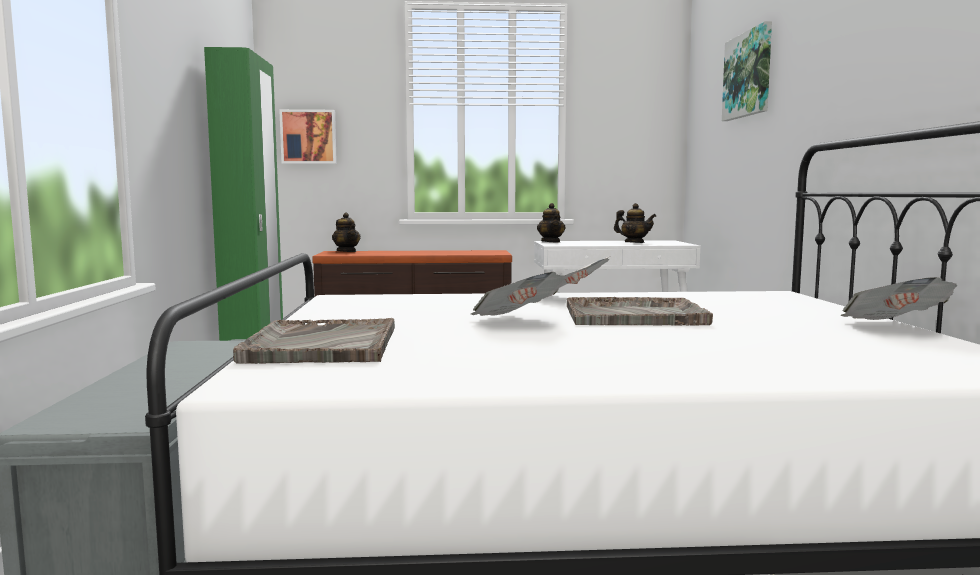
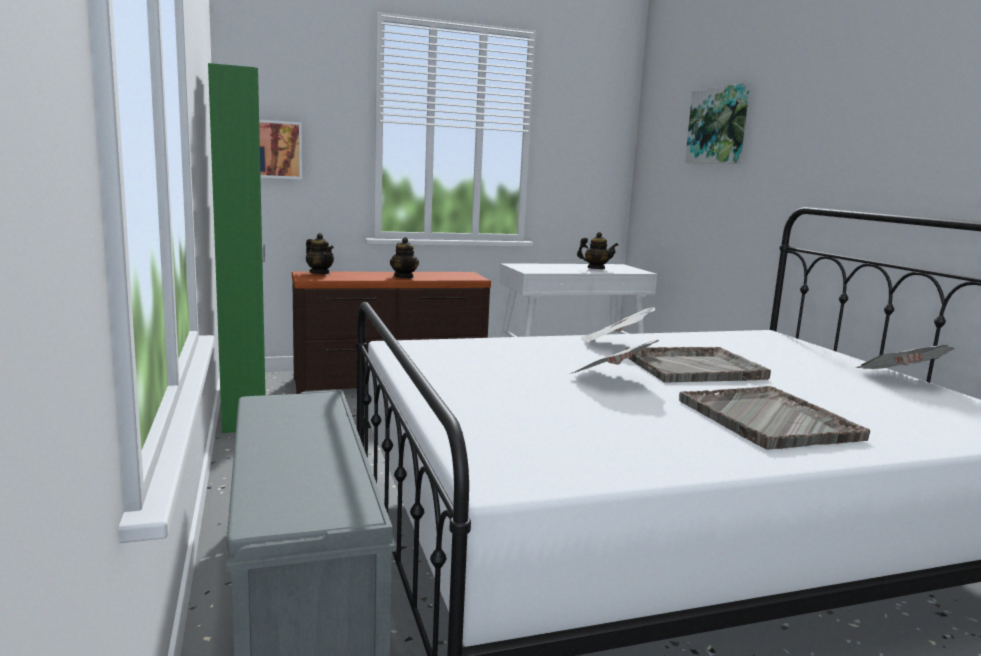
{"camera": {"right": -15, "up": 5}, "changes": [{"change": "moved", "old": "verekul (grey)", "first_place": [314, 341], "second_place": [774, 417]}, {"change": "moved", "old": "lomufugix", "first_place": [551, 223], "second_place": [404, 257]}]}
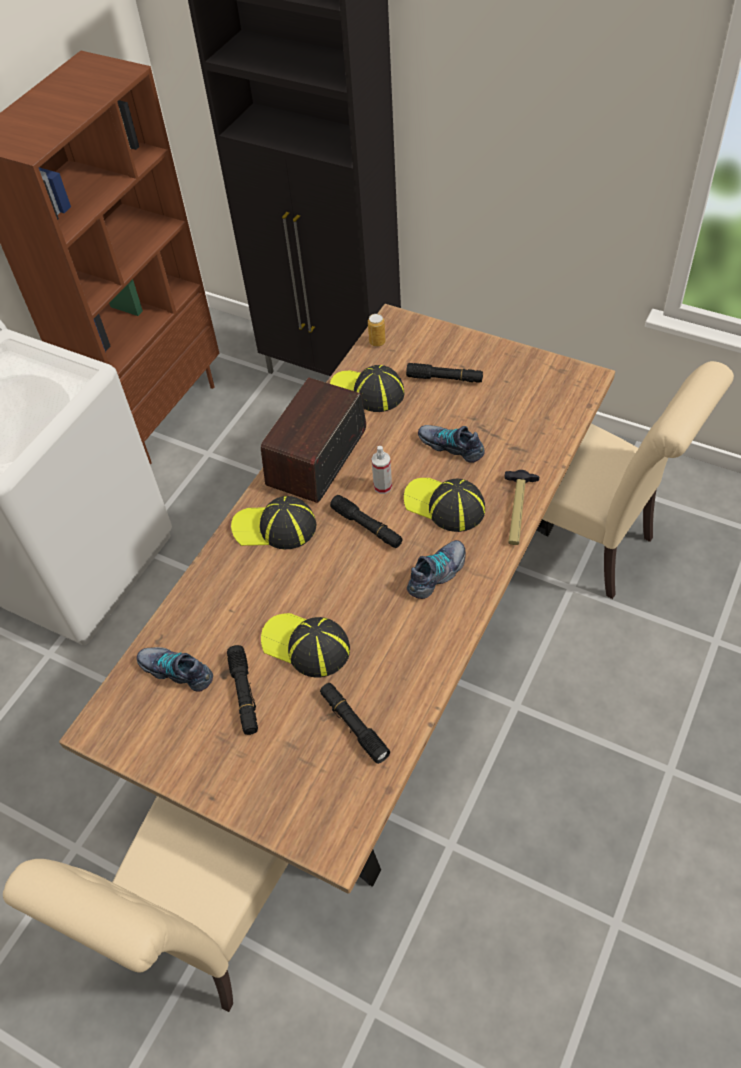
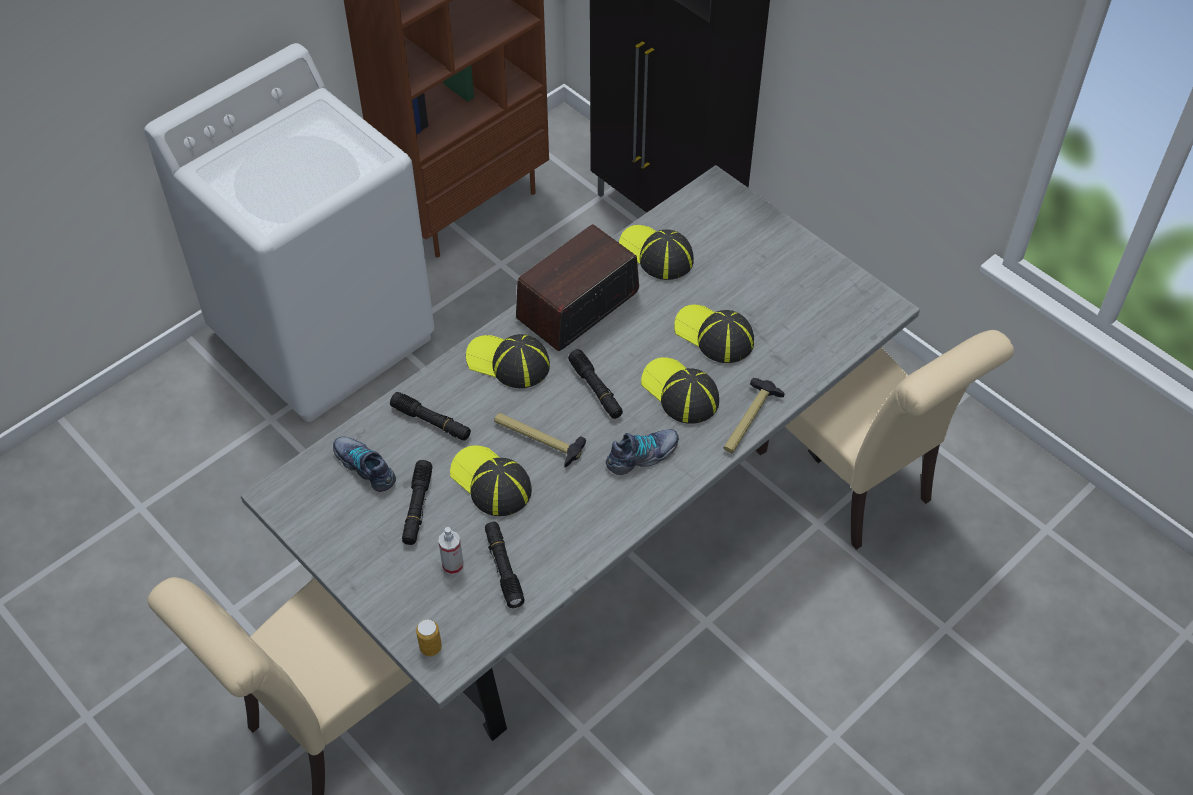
{"camera": {"right": 15, "up": 0}, "changes": [{"change": "added", "new": "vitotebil", "second_place": [540, 440]}, {"change": "moved", "old": "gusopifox", "first_place": [377, 330], "second_place": [429, 637]}, {"change": "moved", "old": "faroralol", "first_place": [381, 470], "second_place": [451, 551]}, {"change": "moved", "old": "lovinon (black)", "first_place": [444, 373], "second_place": [430, 416]}, {"change": "replaced", "old": "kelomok", "new": "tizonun", "first_place": [451, 444], "second_place": [714, 334]}, {"change": "recoloured", "old": "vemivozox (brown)", "new": "vemivozox (grey)", "first_place": [337, 599], "second_place": [580, 453]}]}
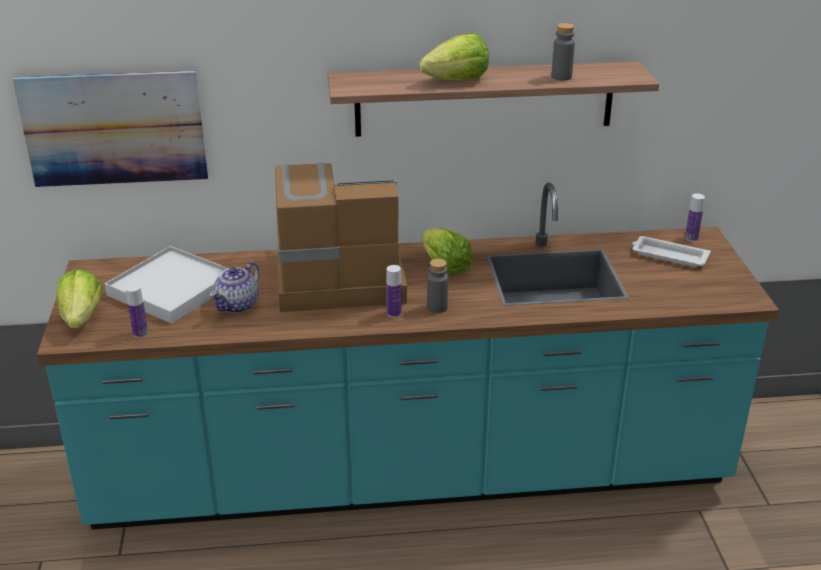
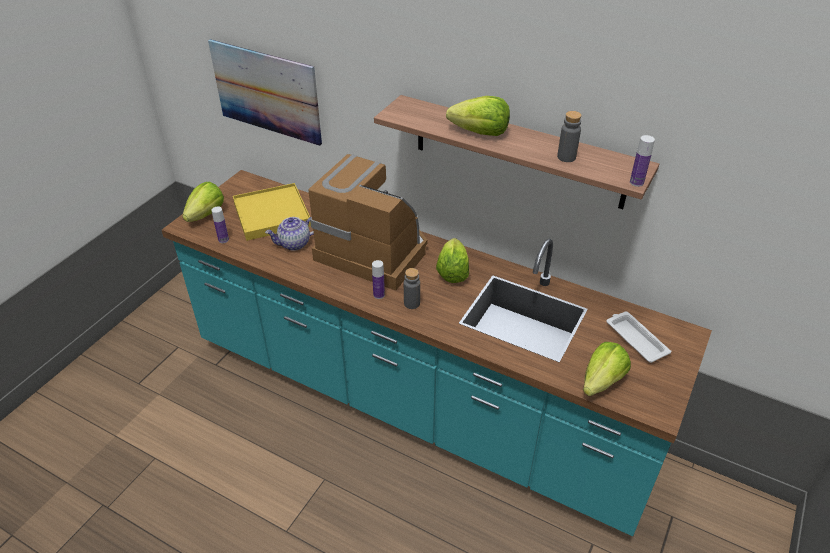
{"camera": {"right": 35, "up": 10}, "changes": [{"change": "added", "new": "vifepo", "second_place": [607, 369]}, {"change": "moved", "old": "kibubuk", "first_place": [695, 217], "second_place": [642, 161]}, {"change": "recoloured", "old": "verekul (white)", "new": "verekul (yellow)", "first_place": [166, 285], "second_place": [272, 212]}]}
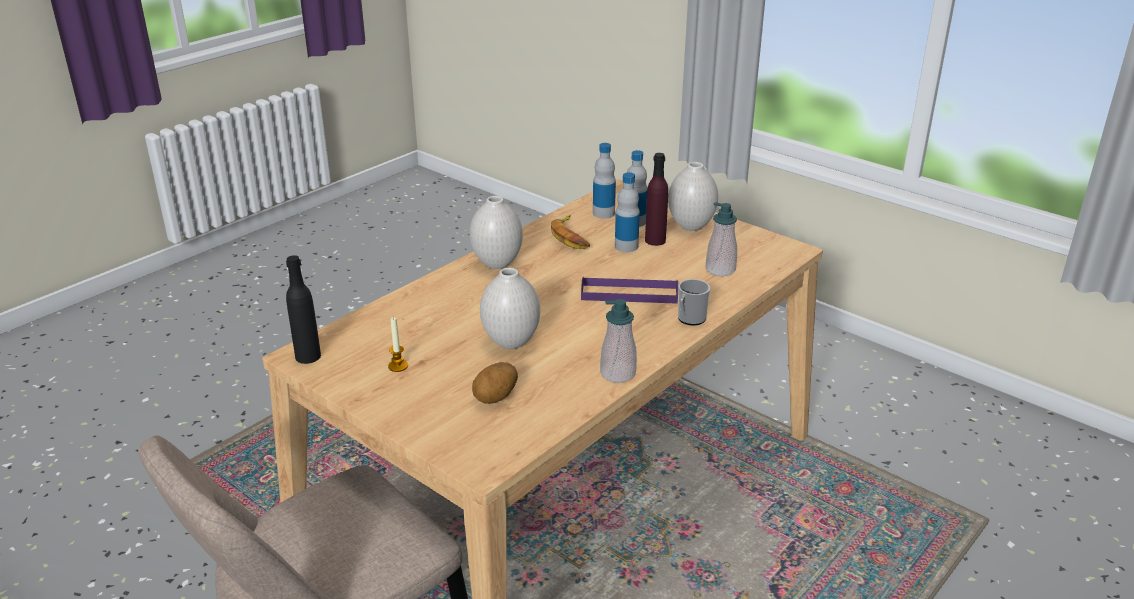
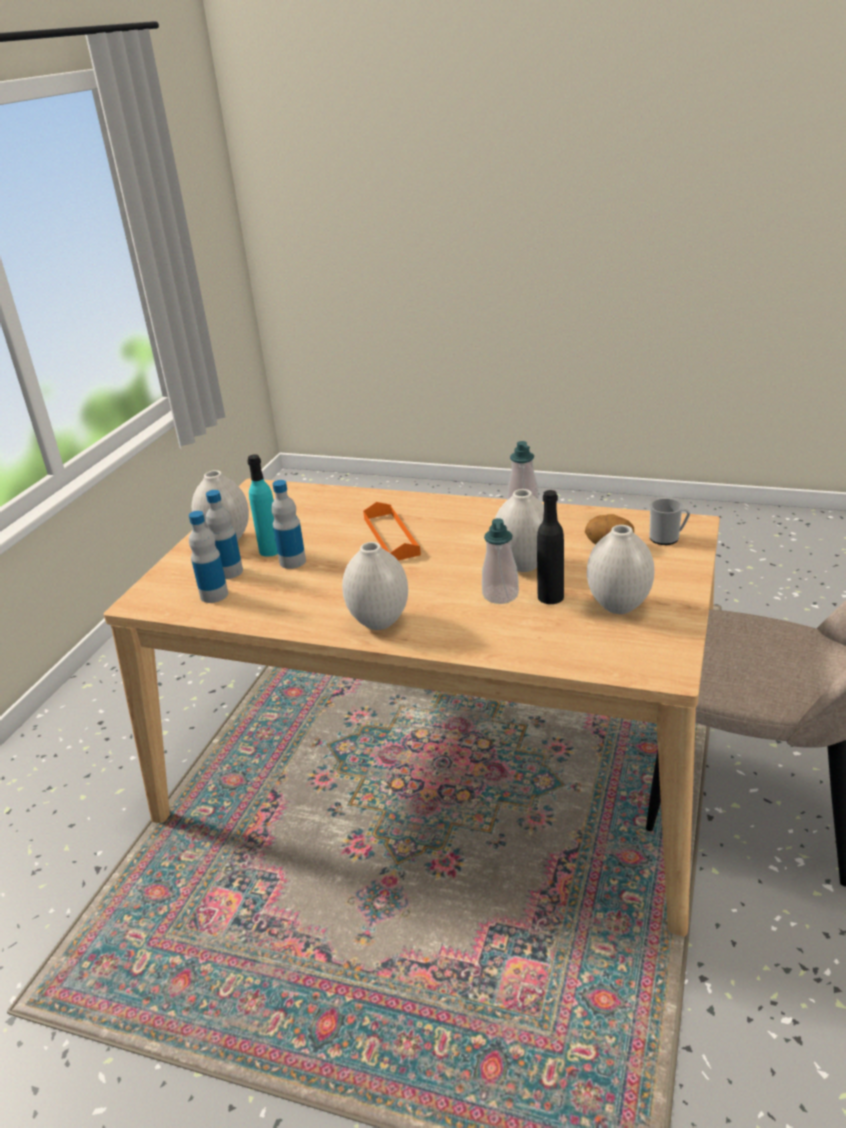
{"camera": {"right": -110, "up": 0}, "changes": [{"change": "removed", "old": "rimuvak", "first_place": [570, 232]}, {"change": "moved", "old": "kibubuk (black)", "first_place": [303, 309], "second_place": [550, 547]}, {"change": "moved", "old": "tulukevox", "first_place": [694, 302], "second_place": [670, 521]}, {"change": "moved", "old": "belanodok", "first_place": [721, 239], "second_place": [500, 561]}, {"change": "replaced", "old": "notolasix", "new": "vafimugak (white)", "first_place": [398, 344], "second_place": [620, 569]}, {"change": "recoloured", "old": "verekul (purple)", "new": "verekul (orange)", "first_place": [629, 290], "second_place": [392, 531]}, {"change": "recoloured", "old": "kibubuk (purple)", "new": "kibubuk (turquoise)", "first_place": [656, 199], "second_place": [262, 505]}]}
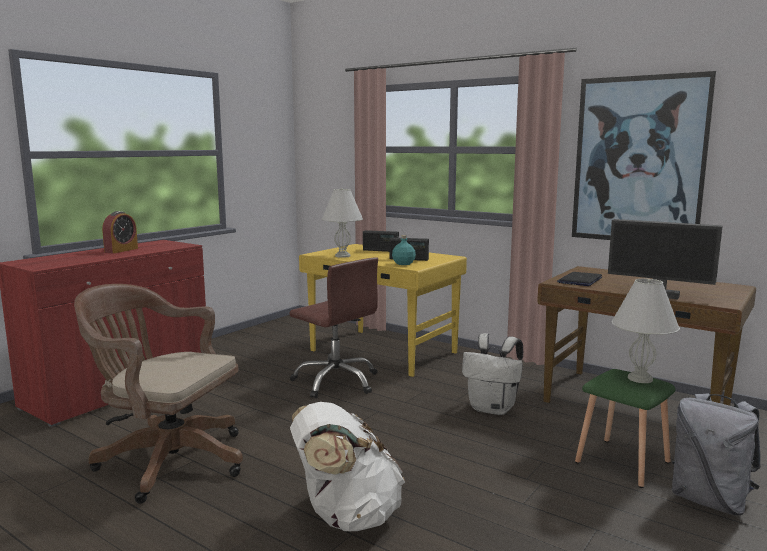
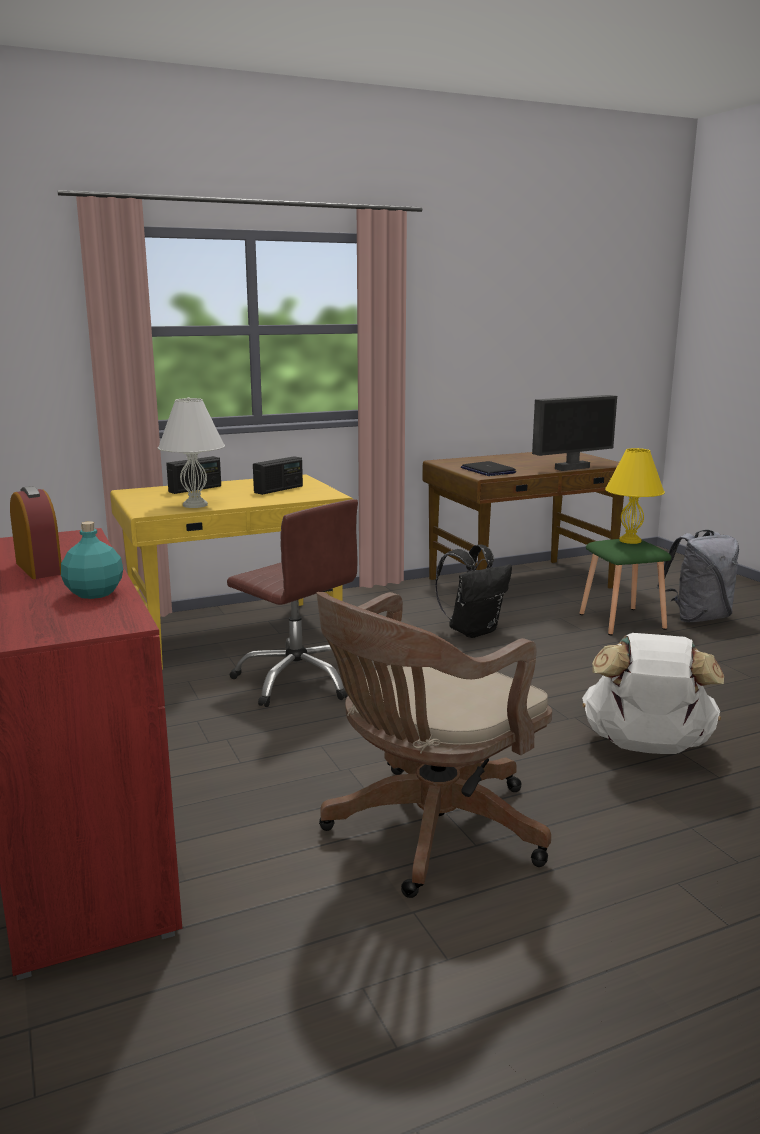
{"camera": {"right": -60, "up": 5}, "changes": [{"change": "removed", "old": "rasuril", "first_place": [644, 155]}, {"change": "moved", "old": "kibubuk (turquoise)", "first_place": [404, 250], "second_place": [92, 560]}, {"change": "recoloured", "old": "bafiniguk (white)", "new": "bafiniguk (black)", "first_place": [492, 374], "second_place": [473, 591]}, {"change": "recoloured", "old": "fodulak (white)", "new": "fodulak (yellow)", "first_place": [646, 330], "second_place": [635, 496]}, {"change": "turned", "old": "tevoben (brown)", "first_place": [333, 327], "second_place": [292, 603], "degrees": 60}]}
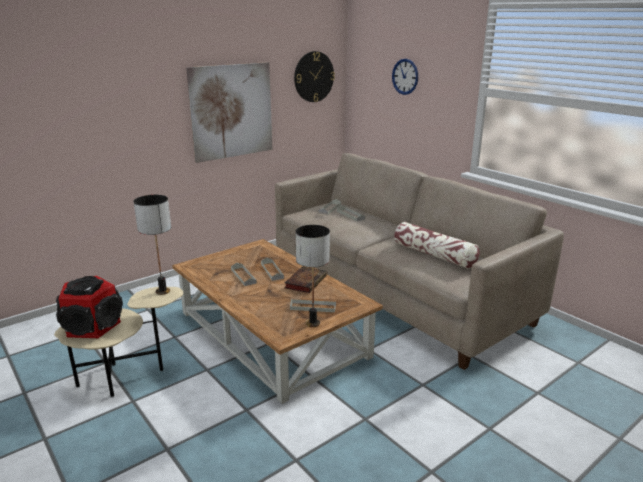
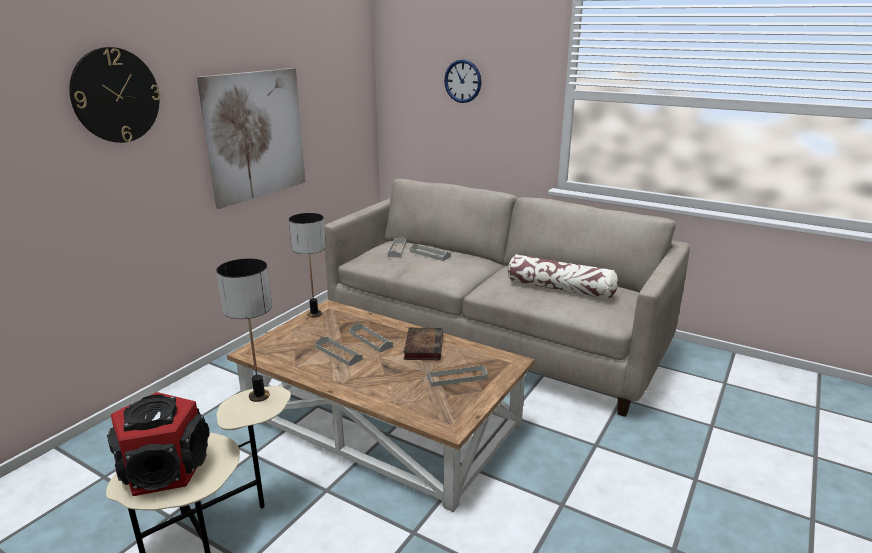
{"camera": {"right": -20, "up": 0}, "changes": [{"change": "moved", "old": "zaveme", "first_place": [314, 76], "second_place": [115, 95]}, {"change": "moved", "old": "fodulak", "first_place": [313, 276], "second_place": [307, 265]}]}
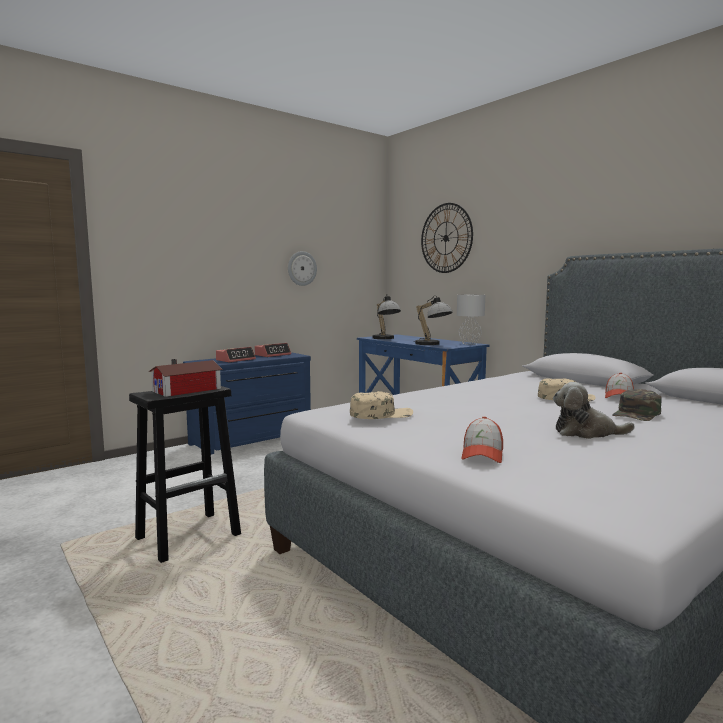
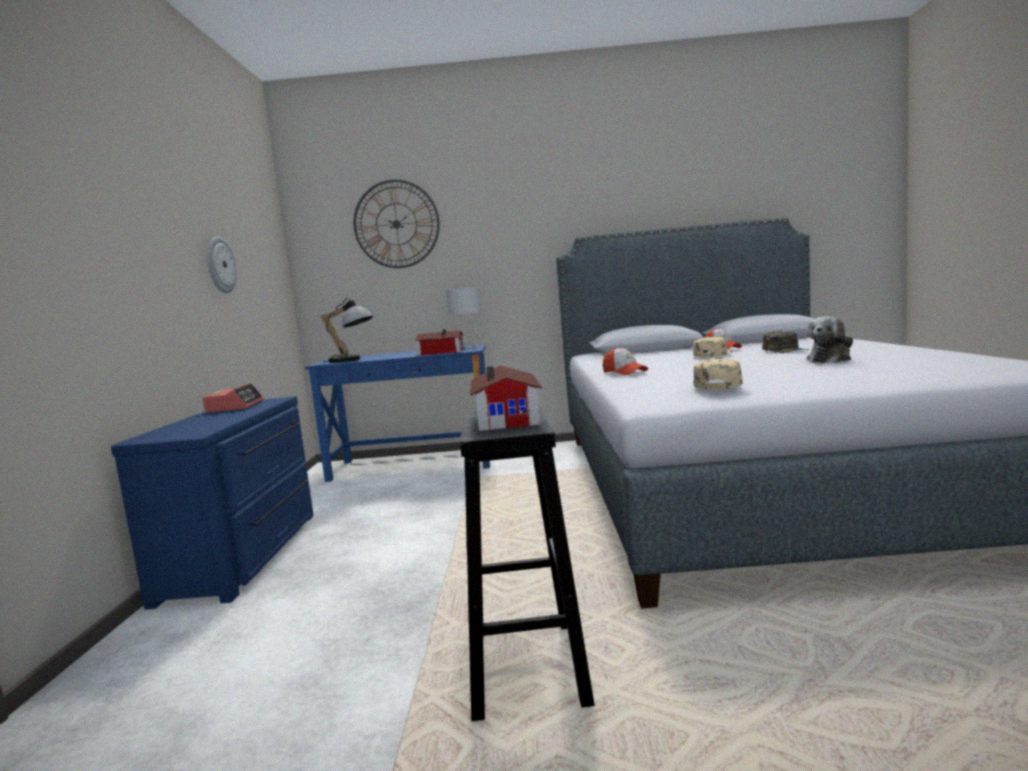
{"camera": {"right": -50, "up": 0}, "changes": [{"change": "removed", "old": "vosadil", "first_place": [236, 354]}, {"change": "moved", "old": "tizonun", "first_place": [482, 440], "second_place": [625, 361]}, {"change": "replaced", "old": "fodulak", "new": "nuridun", "first_place": [433, 320], "second_place": [439, 342]}]}
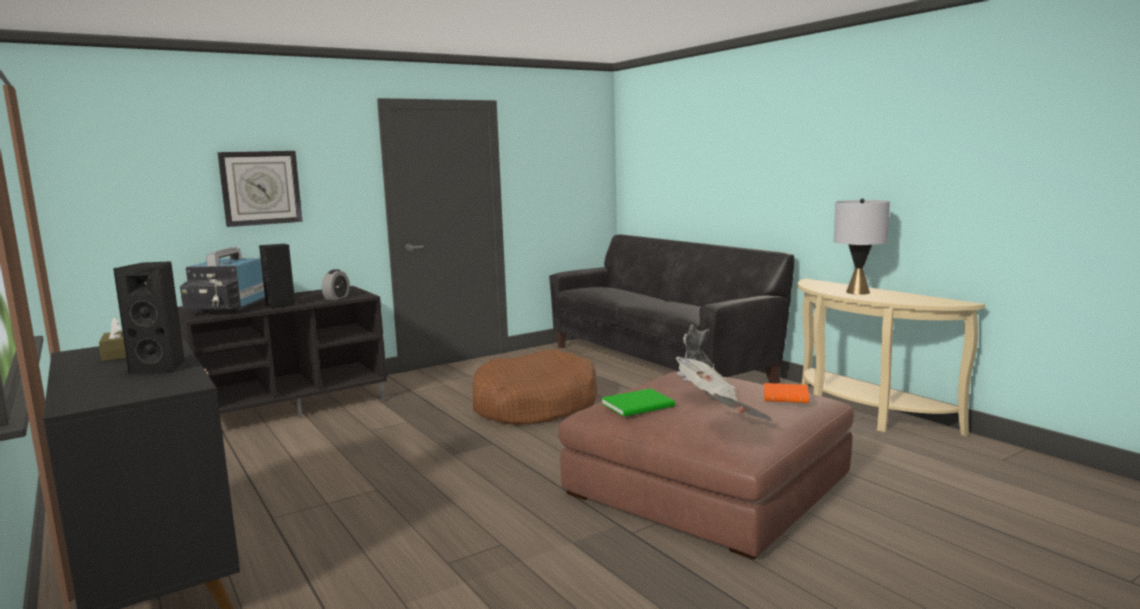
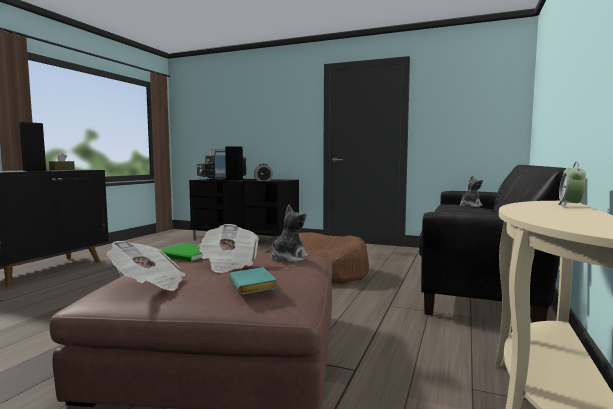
{"camera": {"right": 55, "up": -5}, "changes": [{"change": "removed", "old": "zaveme", "first_place": [260, 189]}, {"change": "removed", "old": "fodulak (grey)", "first_place": [862, 246]}, {"change": "added", "new": "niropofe", "second_place": [471, 191]}, {"change": "added", "new": "vosadil", "second_place": [572, 185]}, {"change": "recoloured", "old": "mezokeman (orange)", "new": "mezokeman (turquoise)", "first_place": [786, 393], "second_place": [253, 281]}]}
